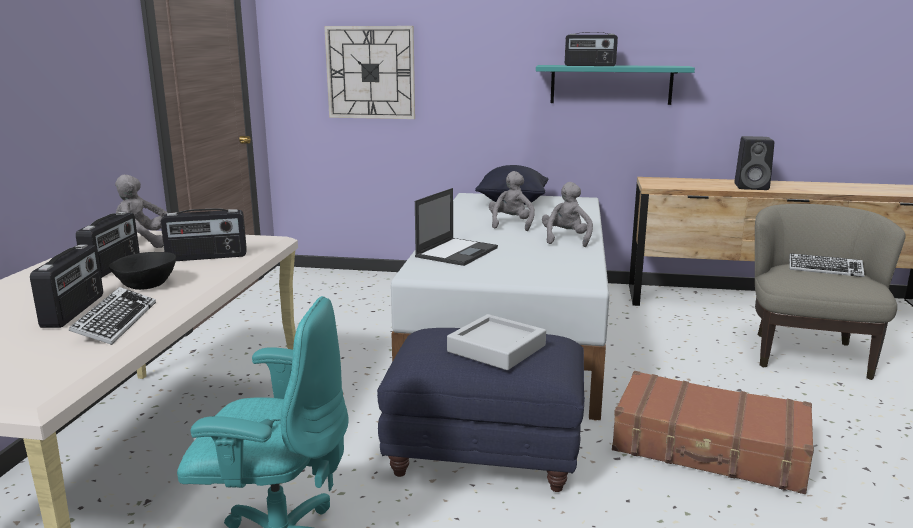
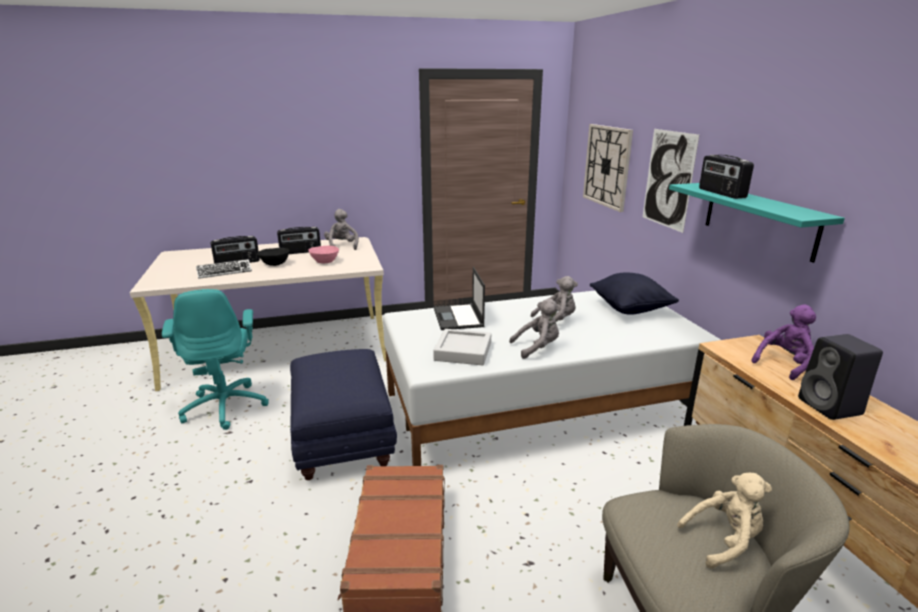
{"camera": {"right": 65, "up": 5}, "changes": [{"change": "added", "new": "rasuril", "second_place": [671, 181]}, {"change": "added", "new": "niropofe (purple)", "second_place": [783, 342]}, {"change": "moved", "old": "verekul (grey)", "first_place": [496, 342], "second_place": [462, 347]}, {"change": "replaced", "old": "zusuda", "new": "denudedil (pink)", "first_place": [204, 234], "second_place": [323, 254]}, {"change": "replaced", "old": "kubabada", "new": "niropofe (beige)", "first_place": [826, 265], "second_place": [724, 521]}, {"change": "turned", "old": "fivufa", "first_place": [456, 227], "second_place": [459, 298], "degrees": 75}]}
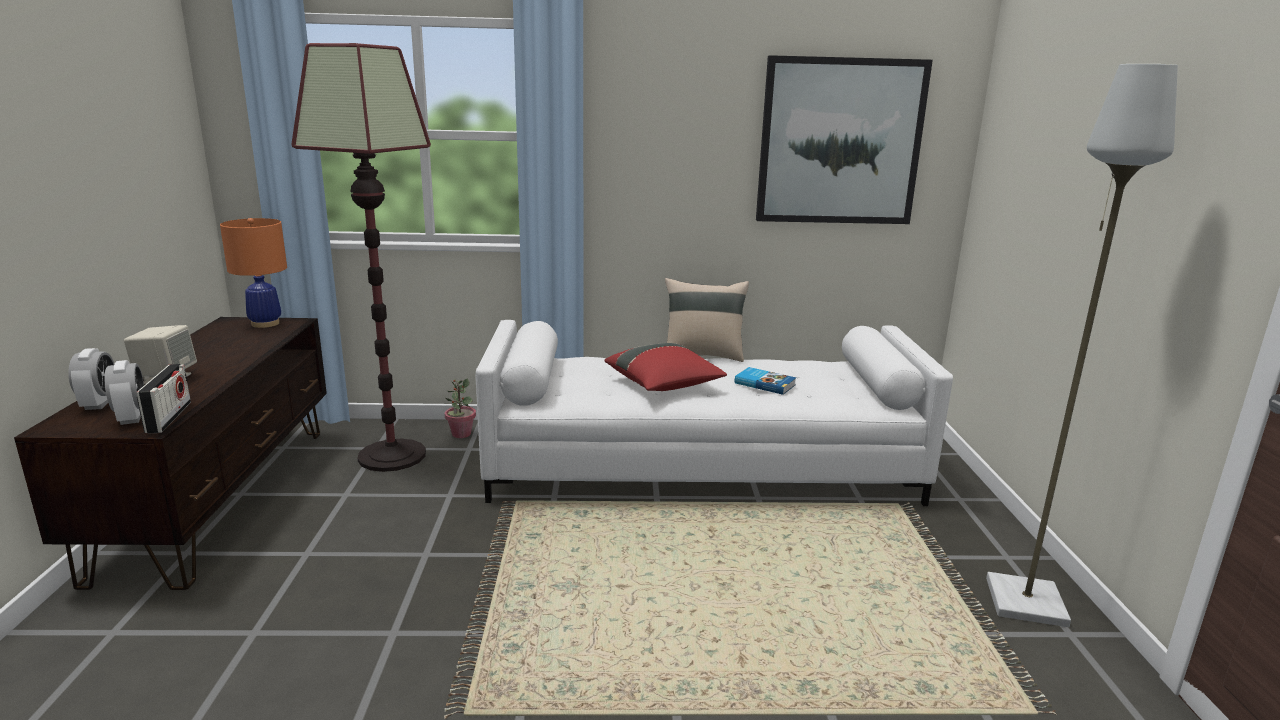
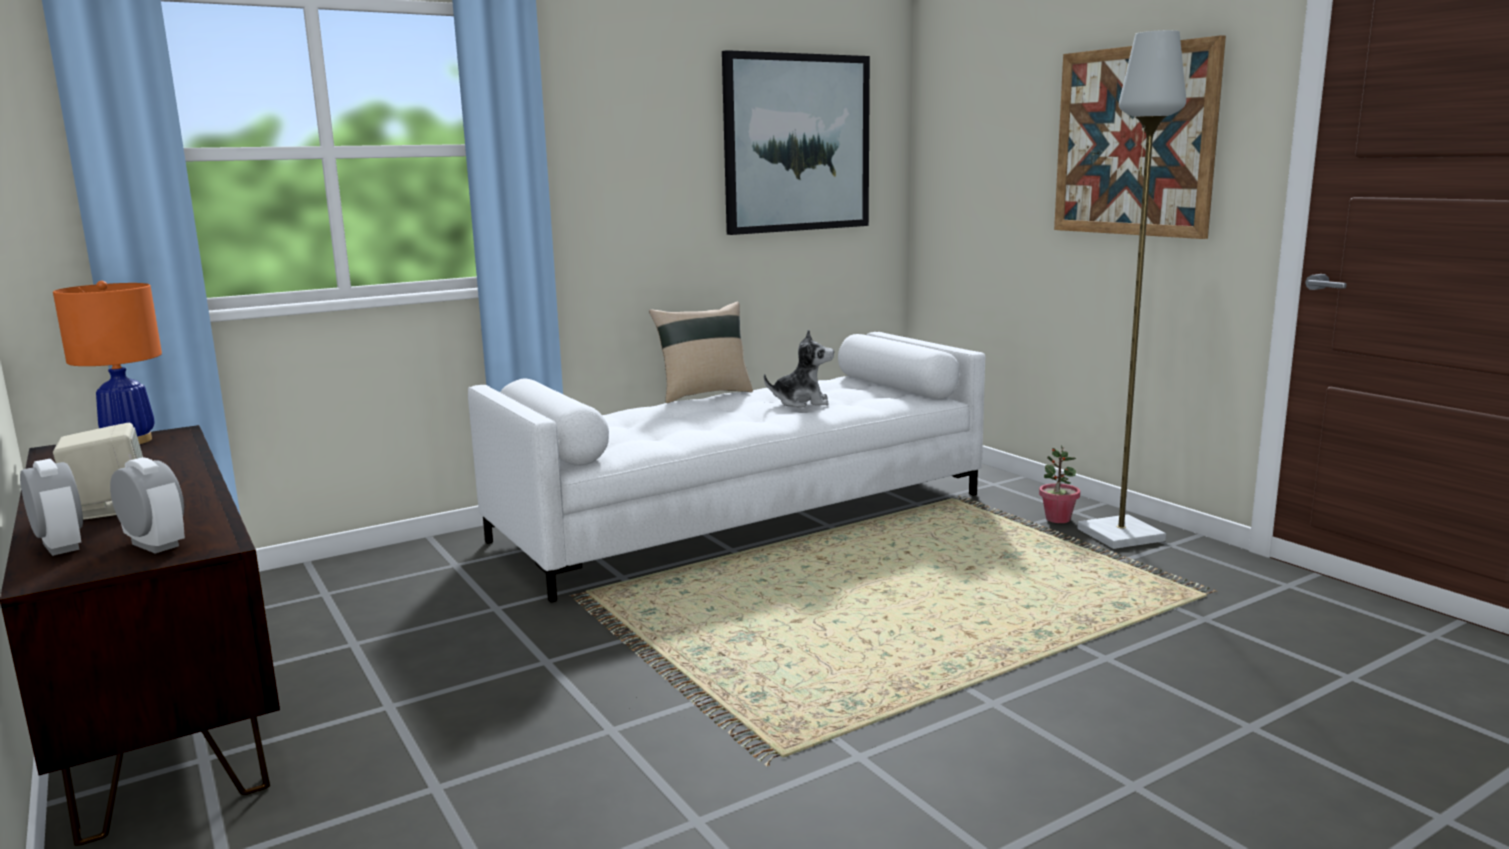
{"camera": {"right": -30, "up": -5}, "changes": [{"change": "removed", "old": "zusuda", "first_place": [164, 399]}, {"change": "removed", "old": "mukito", "first_place": [361, 257]}, {"change": "removed", "old": "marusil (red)", "first_place": [665, 367]}, {"change": "added", "new": "rasuril", "second_place": [1140, 137]}, {"change": "moved", "old": "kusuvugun", "first_place": [460, 408], "second_place": [1059, 484]}, {"change": "replaced", "old": "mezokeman", "new": "niropofe", "first_place": [765, 381], "second_place": [799, 369]}]}
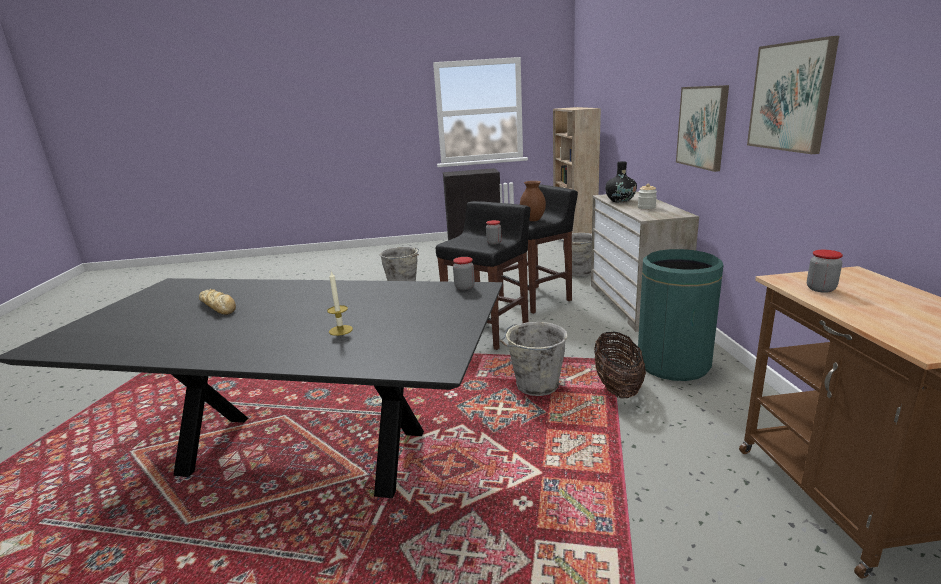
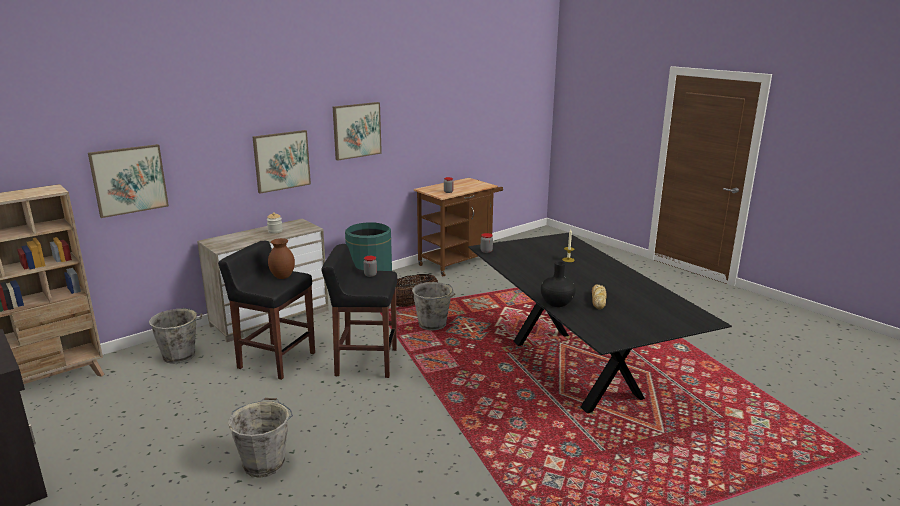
{"camera": {"right": -125, "up": 0}, "changes": [{"change": "added", "new": "rasuril", "second_place": [128, 181]}, {"change": "moved", "old": "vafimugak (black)", "first_place": [621, 182], "second_place": [558, 284]}]}
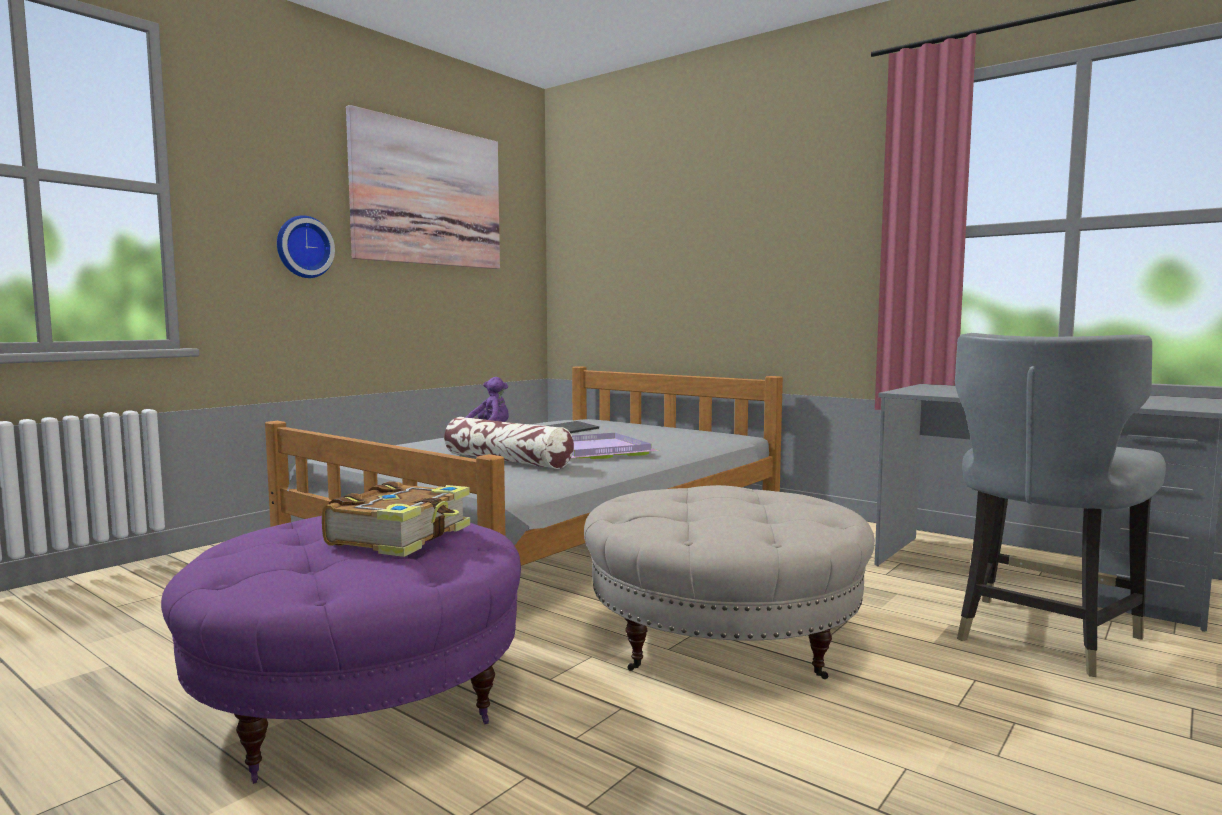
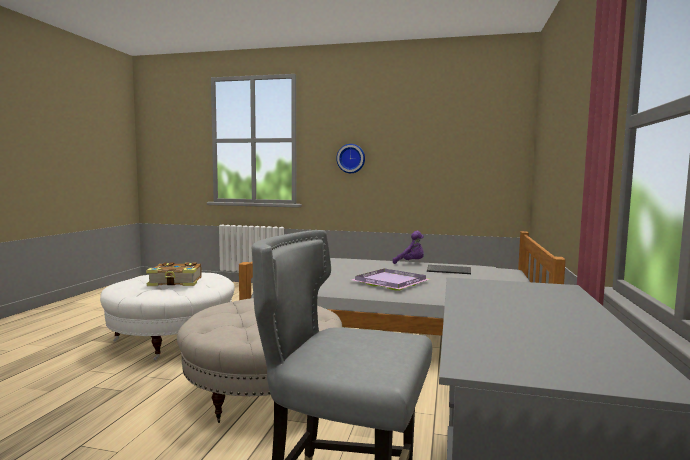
{"camera": {"right": 65, "up": 0}, "changes": [{"change": "removed", "old": "rasuril", "first_place": [423, 187]}, {"change": "removed", "old": "marusil", "first_place": [509, 443]}, {"change": "recoloured", "old": "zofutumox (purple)", "new": "zofutumox (white)", "first_place": [341, 650], "second_place": [167, 316]}]}
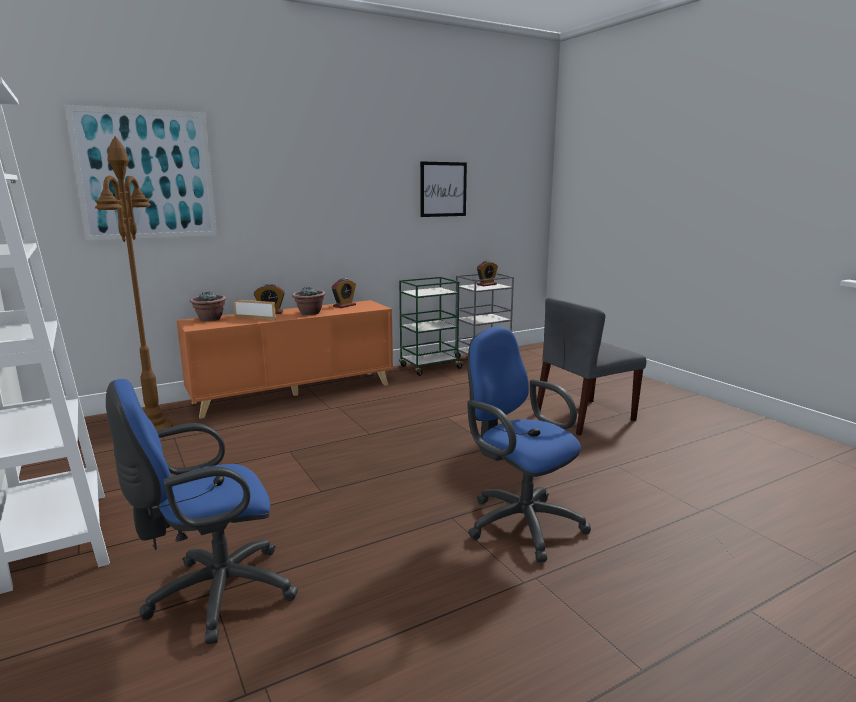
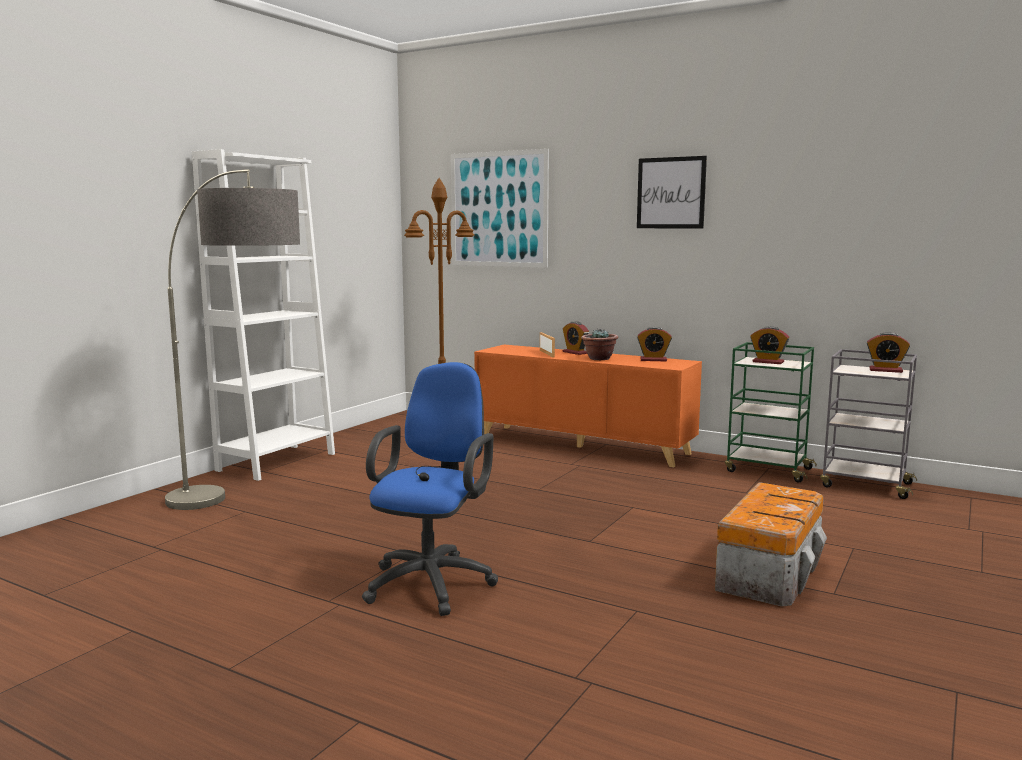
{"camera": {"right": 60, "up": -5}, "changes": [{"change": "removed", "old": "kusuvugun", "first_place": [208, 306]}, {"change": "added", "new": "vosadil", "second_place": [769, 345]}, {"change": "moved", "old": "rasuril", "first_place": [443, 189], "second_place": [672, 192]}, {"change": "replaced", "old": "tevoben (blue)", "new": "mukito", "first_place": [202, 511], "second_place": [232, 339]}, {"change": "replaced", "old": "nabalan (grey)", "new": "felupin", "first_place": [591, 366], "second_place": [771, 544]}]}
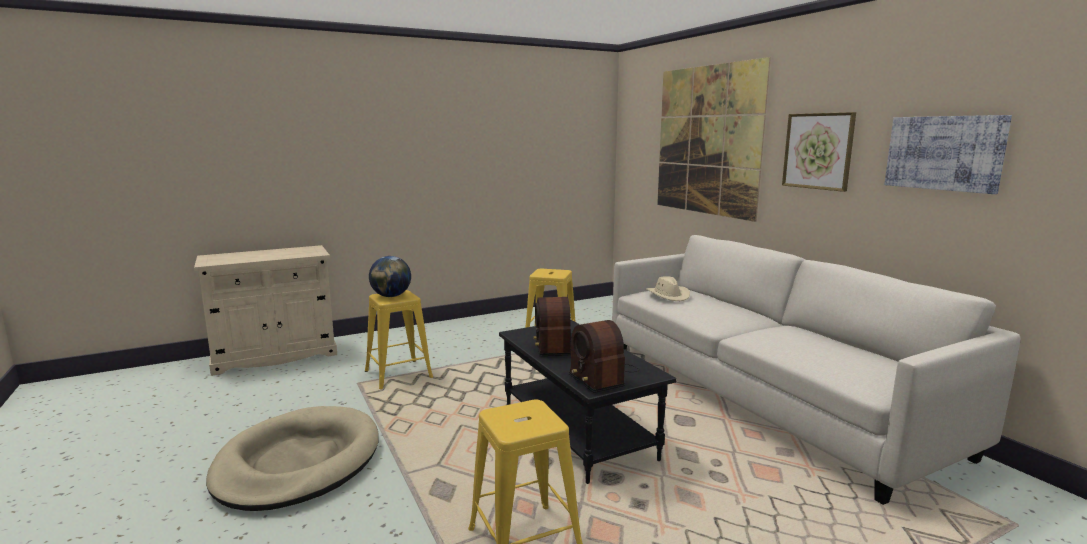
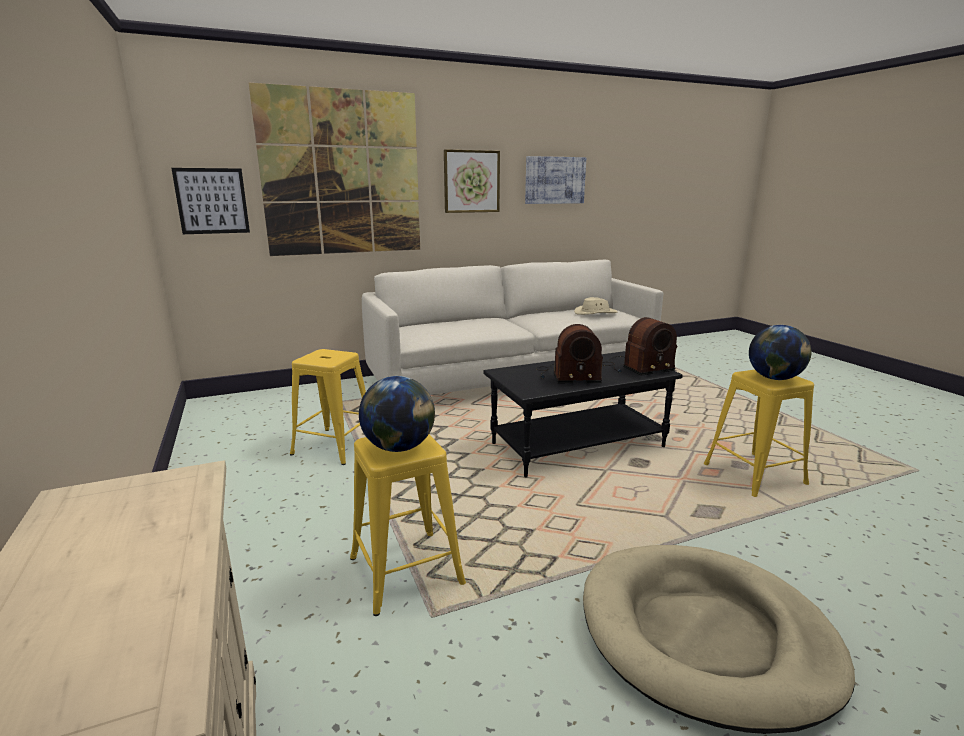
{"camera": {"right": -85, "up": 5}, "changes": [{"change": "added", "new": "rasuril", "second_place": [210, 201]}, {"change": "added", "new": "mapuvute", "second_place": [780, 352]}, {"change": "moved", "old": "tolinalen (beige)", "first_place": [668, 289], "second_place": [596, 306]}]}
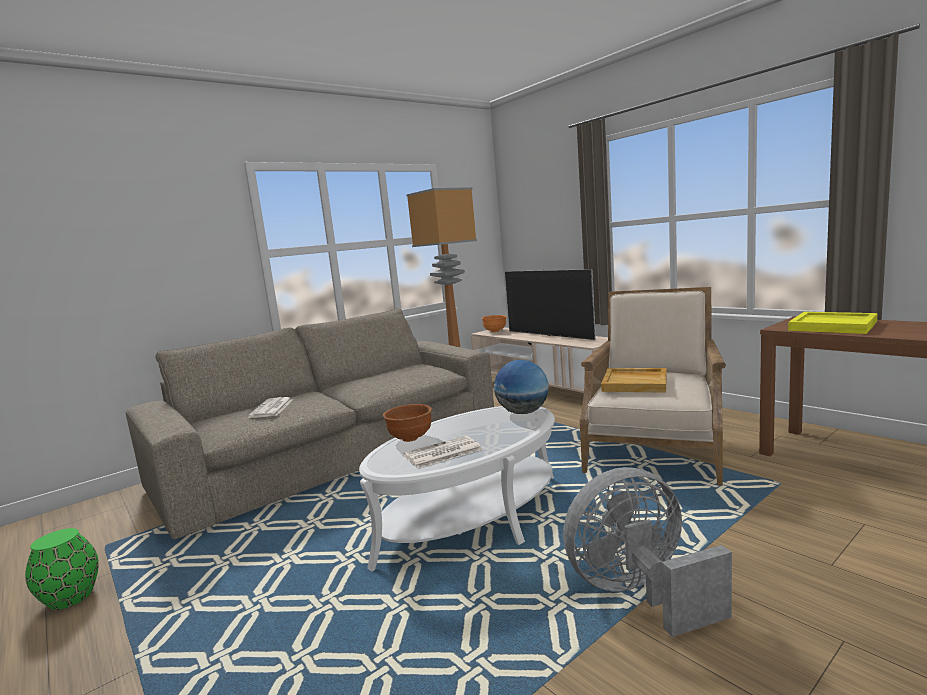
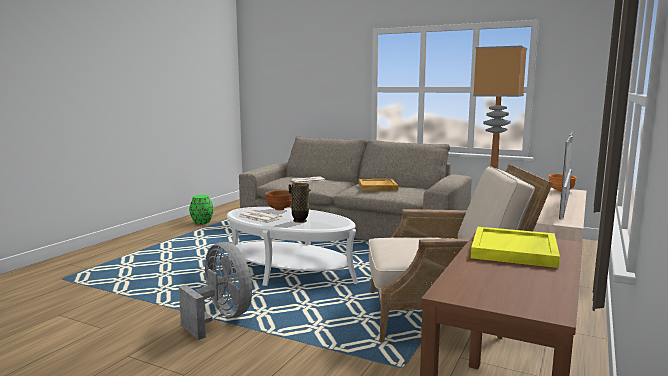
{"camera": {"right": 65, "up": 0}, "changes": [{"change": "removed", "old": "mapuvute", "first_place": [521, 387]}, {"change": "added", "new": "vafimugak", "second_place": [299, 203]}, {"change": "moved", "old": "verekul (beige)", "first_place": [634, 380], "second_place": [378, 185]}]}
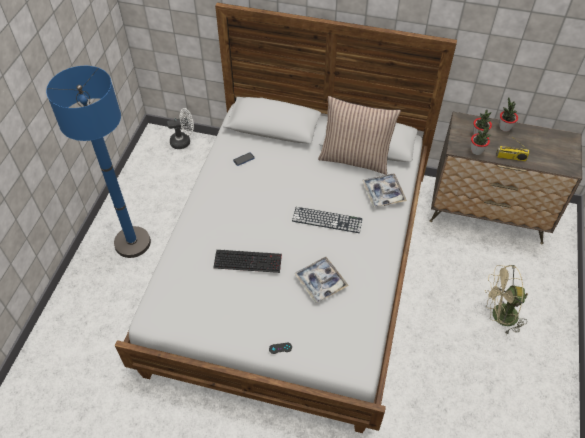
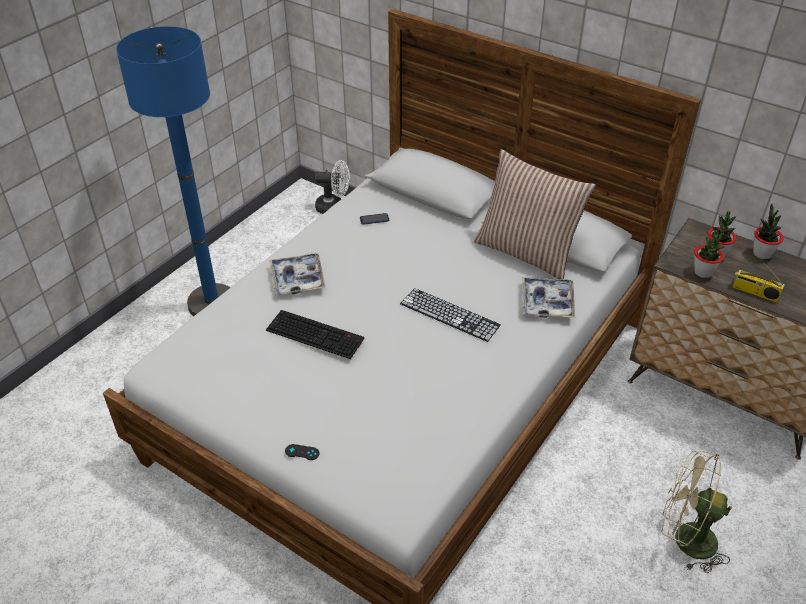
{"camera": {"right": 20, "up": -10}, "changes": [{"change": "moved", "old": "verekul", "first_place": [321, 280], "second_place": [297, 274]}]}
